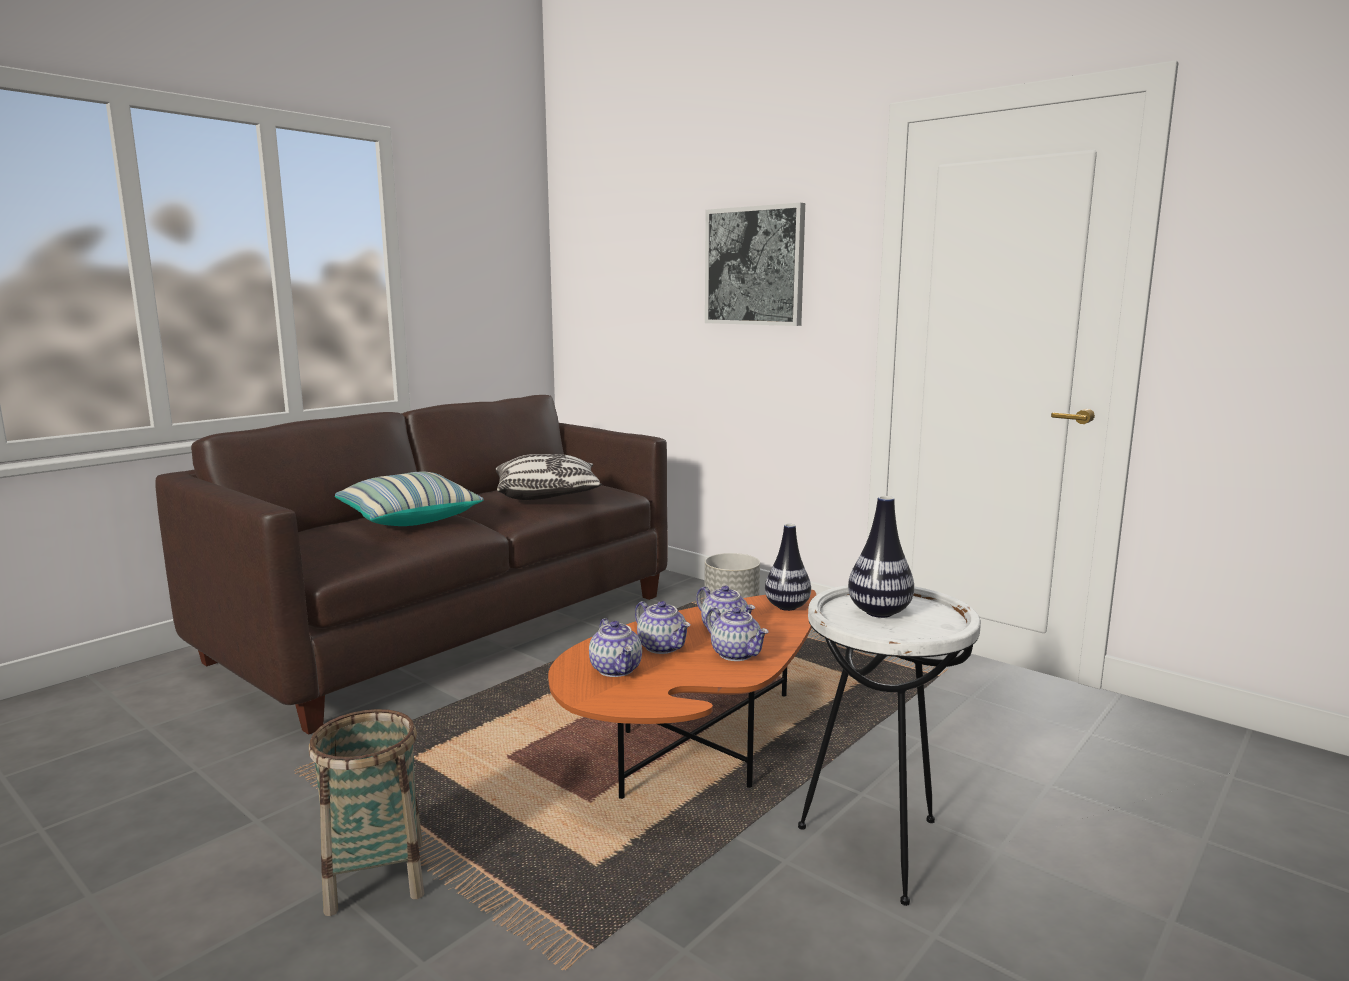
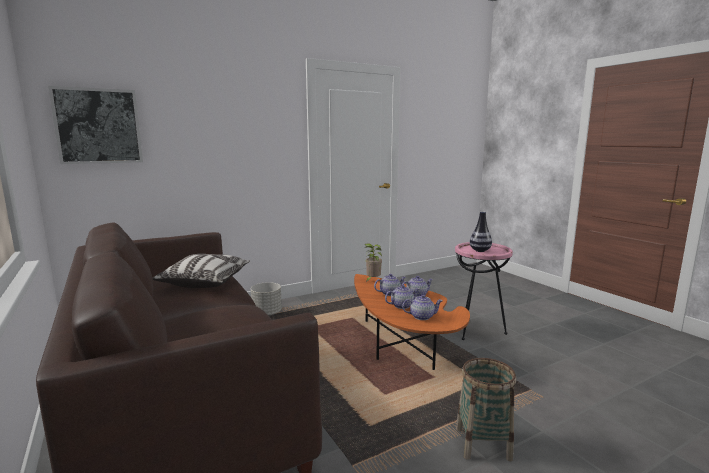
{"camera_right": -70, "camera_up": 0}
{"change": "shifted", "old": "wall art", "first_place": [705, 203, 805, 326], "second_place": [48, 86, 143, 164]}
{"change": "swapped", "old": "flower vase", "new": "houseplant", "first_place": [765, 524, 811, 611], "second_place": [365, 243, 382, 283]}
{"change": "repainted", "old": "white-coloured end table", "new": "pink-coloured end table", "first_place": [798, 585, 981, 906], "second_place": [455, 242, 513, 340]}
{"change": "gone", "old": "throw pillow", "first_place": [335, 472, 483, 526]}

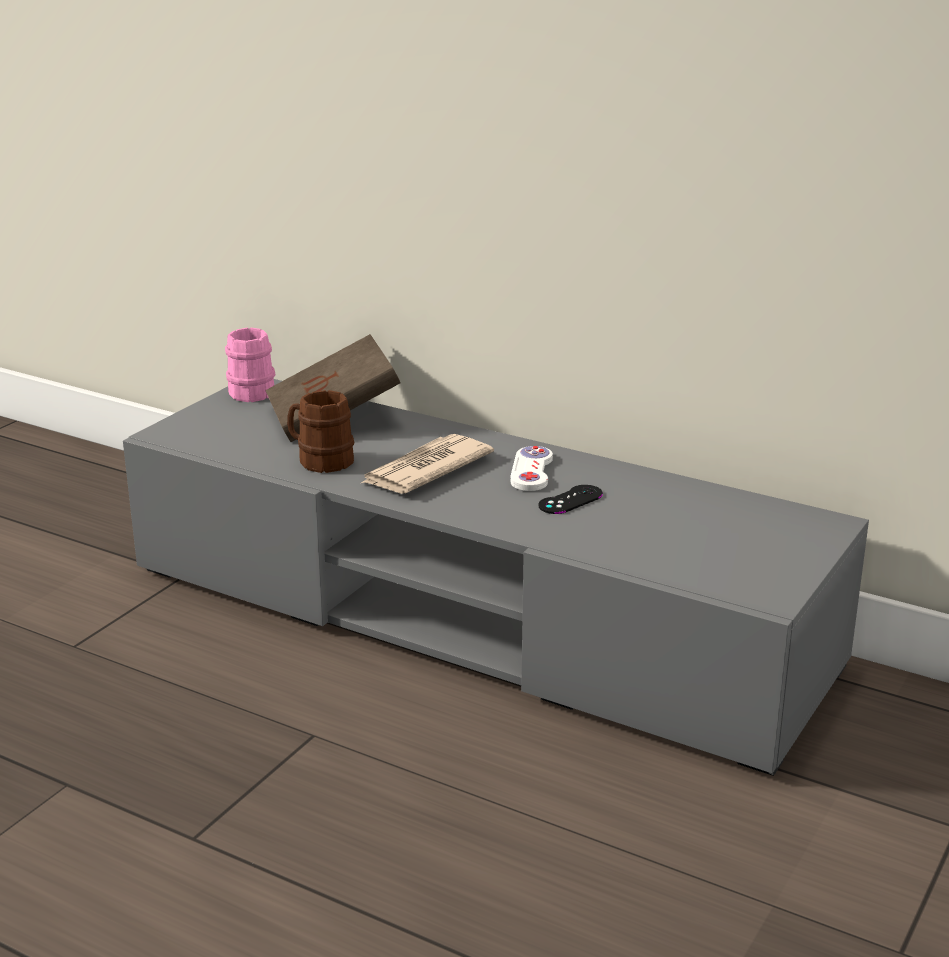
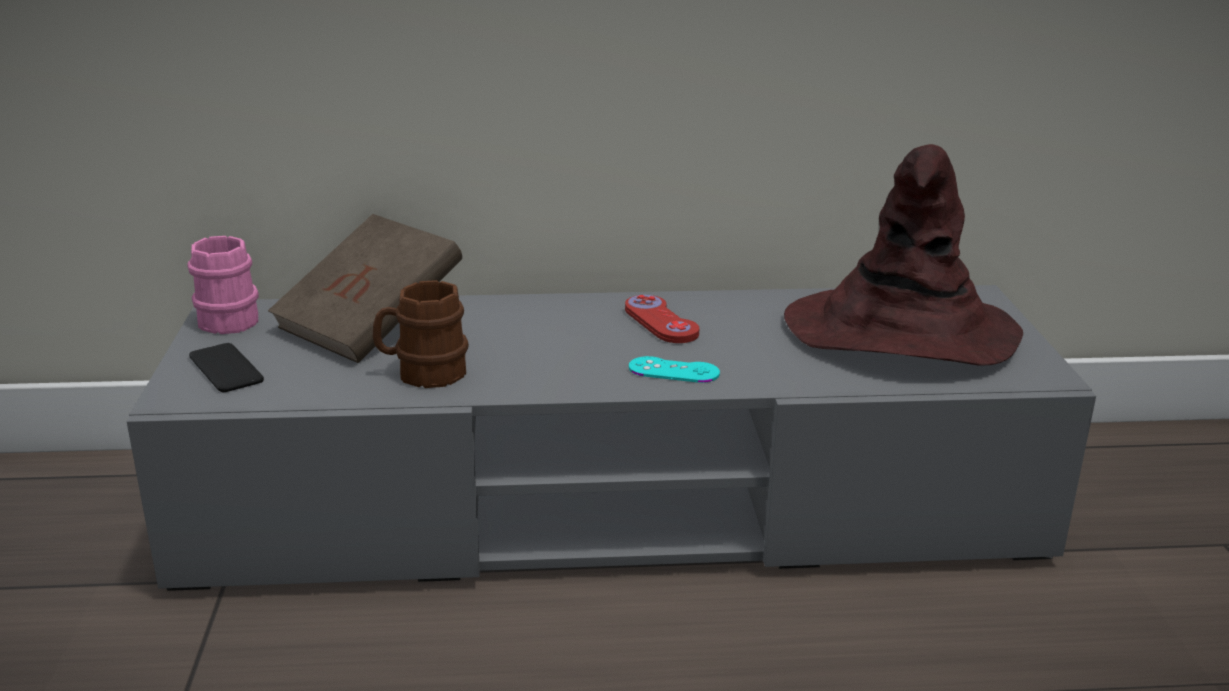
{"camera_right": -35, "camera_up": 0}
{"change": "new", "new": "telephone", "second_place": [189, 343, 264, 392]}
{"change": "repainted", "old": "white-coloured game controller", "new": "red-coloured game controller", "first_place": [510, 446, 553, 491], "second_place": [625, 295, 699, 343]}
{"change": "new", "new": "turquoise-coloured game controller", "second_place": [629, 356, 720, 383]}
{"change": "new", "new": "brown clothing hat", "second_place": [784, 144, 1023, 366]}
{"change": "gone", "old": "newspaper", "first_place": [361, 434, 494, 494]}
{"change": "gone", "old": "blackish game controller", "first_place": [538, 485, 603, 514]}

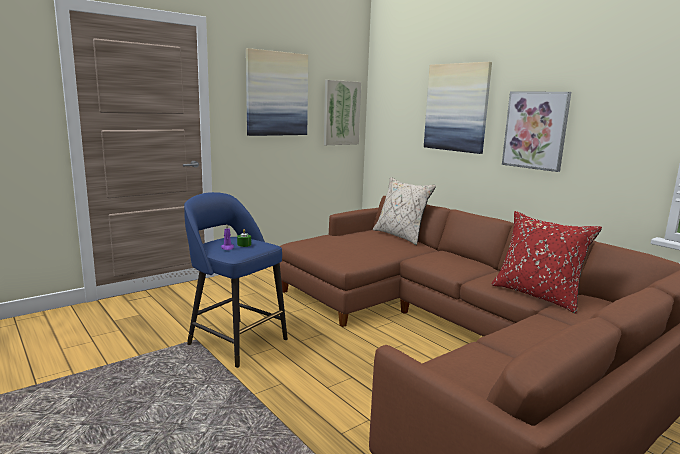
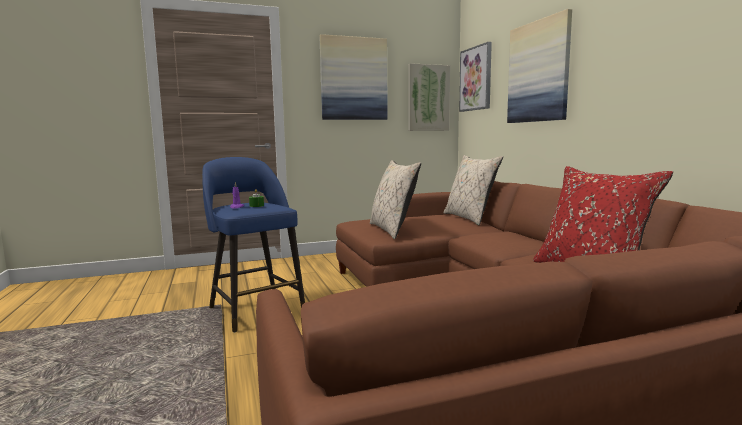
{"camera_right": 20, "camera_up": -5}
{"change": "new", "new": "beige throw pillow", "second_place": [370, 160, 421, 239]}
{"change": "shifted", "old": "wall art", "first_place": [502, 92, 571, 172], "second_place": [459, 42, 492, 112]}

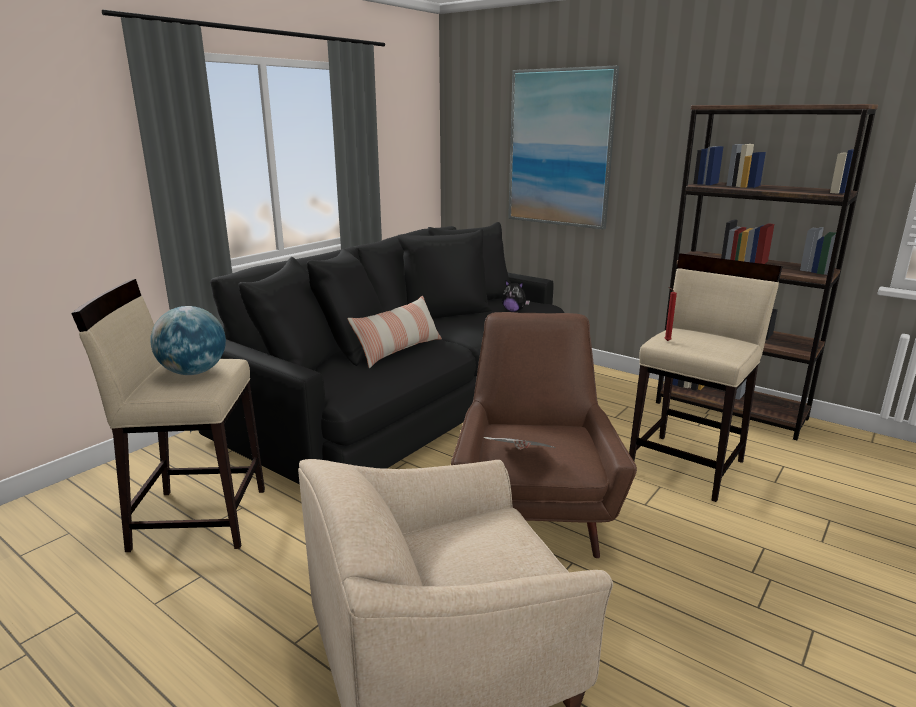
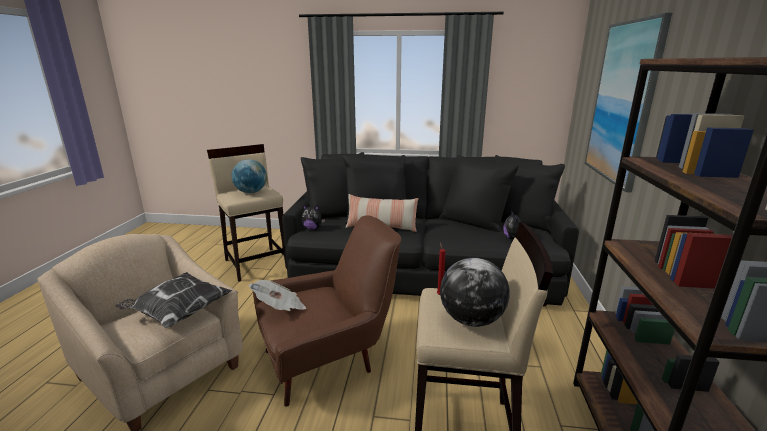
{"camera_right": 60, "camera_up": 0}
{"change": "new", "new": "throw pillow", "second_place": [115, 272, 233, 328]}
{"change": "new", "new": "soft toy", "second_place": [301, 205, 325, 230]}
{"change": "new", "new": "globe", "second_place": [440, 258, 510, 327]}

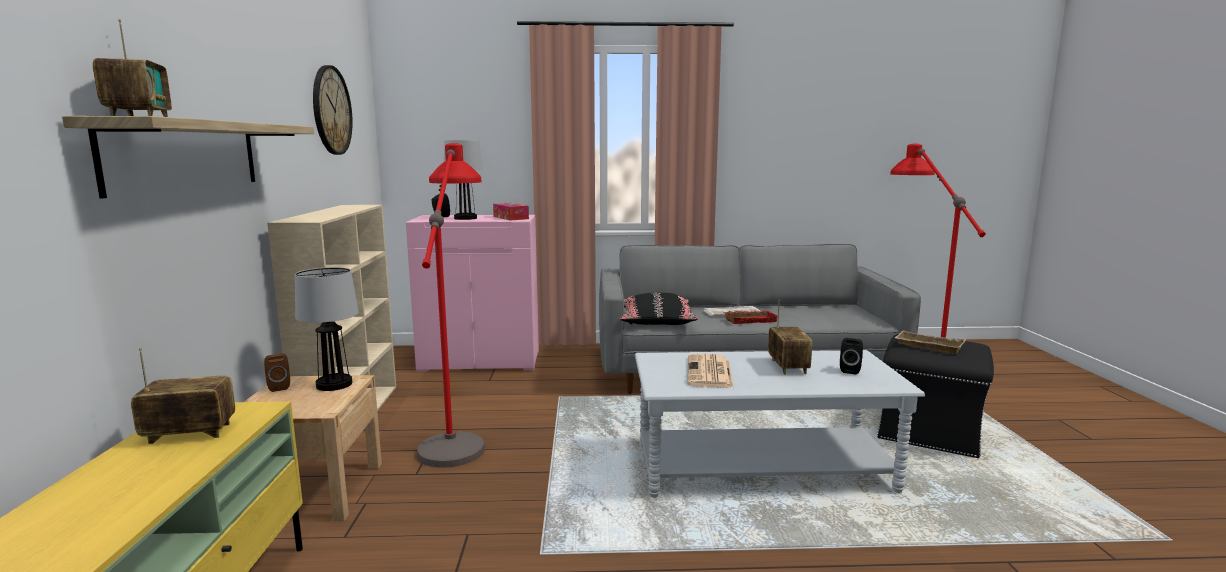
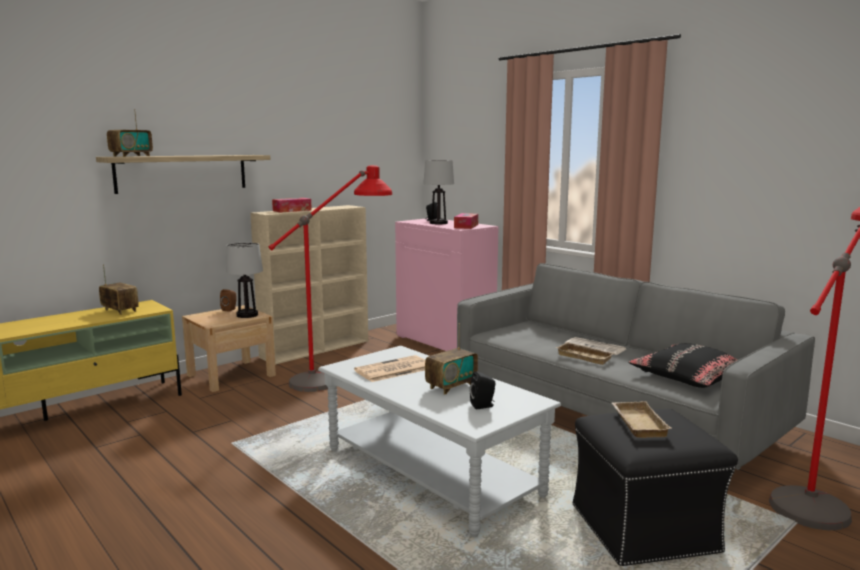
{"camera_right": 50, "camera_up": 0}
{"change": "new", "new": "tissue holder", "second_place": [272, 198, 312, 212]}
{"change": "repainted", "old": "red-coloured tray", "new": "beige tray", "first_place": [723, 311, 778, 324], "second_place": [556, 342, 615, 365]}
{"change": "shifted", "old": "blackish throw pillow", "first_place": [620, 293, 698, 325], "second_place": [629, 343, 738, 388]}
{"change": "gone", "old": "hanging clock", "first_place": [313, 65, 353, 155]}

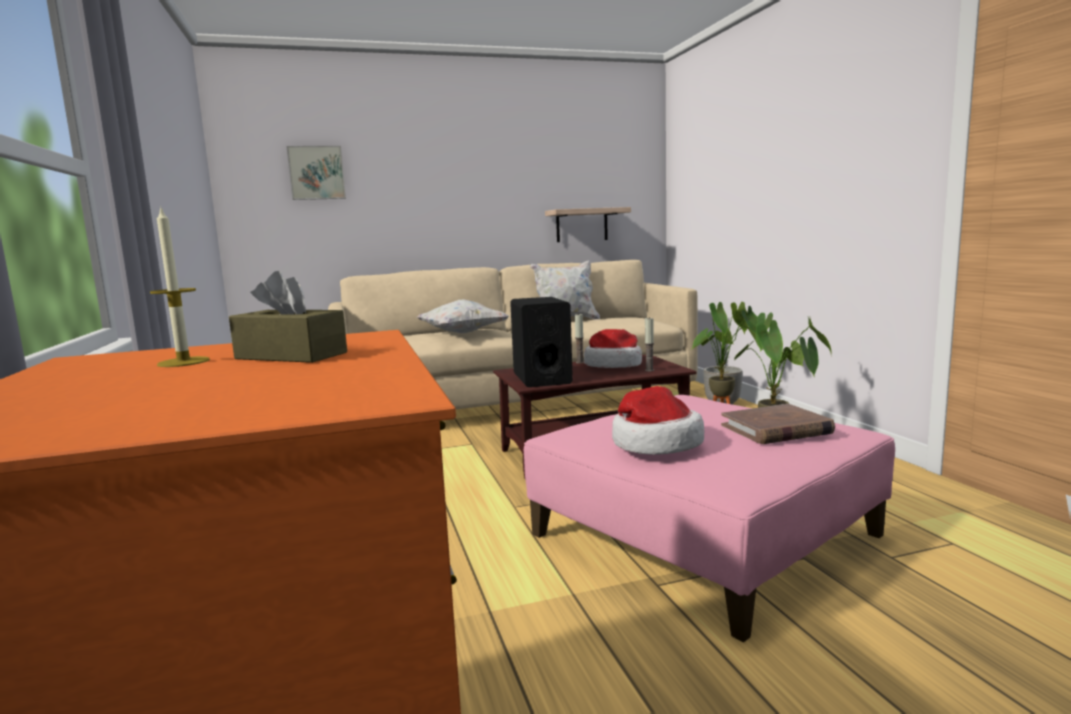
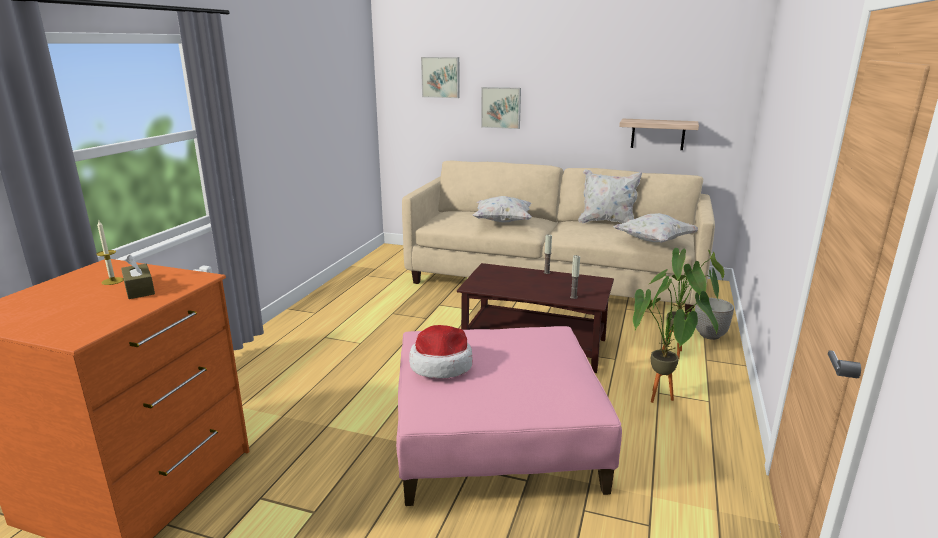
{"camera_right": 35, "camera_up": 10}
{"change": "new", "new": "wall art", "second_place": [481, 87, 521, 129]}
{"change": "new", "new": "white-coloured throw pillow", "second_place": [613, 213, 698, 243]}
{"change": "gone", "old": "blackish loudspeaker", "first_place": [510, 297, 573, 387]}
{"change": "gone", "old": "clothing hat", "first_place": [584, 329, 642, 368]}
{"change": "gone", "old": "brown bound book", "first_place": [721, 404, 835, 444]}

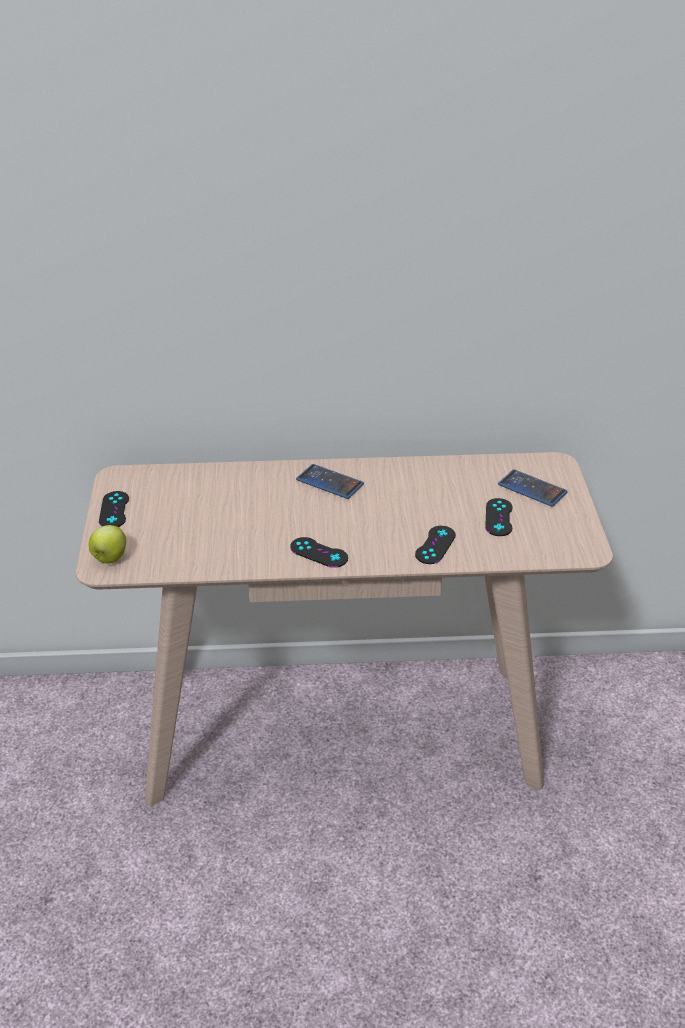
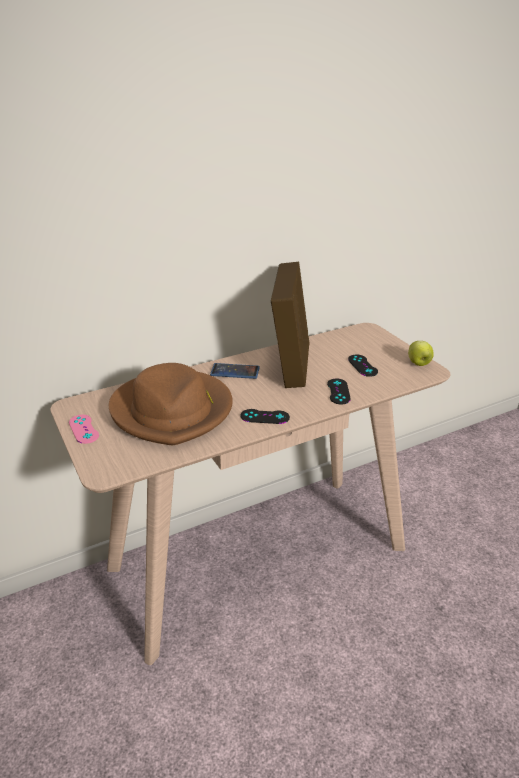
{"camera_right": -25, "camera_up": -5}
{"change": "repainted", "old": "blackish game controller", "new": "pink-coloured game controller", "first_place": [99, 491, 129, 527], "second_place": [69, 415, 99, 444]}
{"change": "new", "new": "brown clothing hat", "second_place": [109, 363, 233, 445]}
{"change": "new", "new": "picture frame", "second_place": [271, 261, 309, 388]}
{"change": "shifted", "old": "whole apple", "first_place": [89, 525, 126, 564], "second_place": [408, 341, 434, 366]}
{"change": "gone", "old": "telephone", "first_place": [498, 469, 567, 507]}

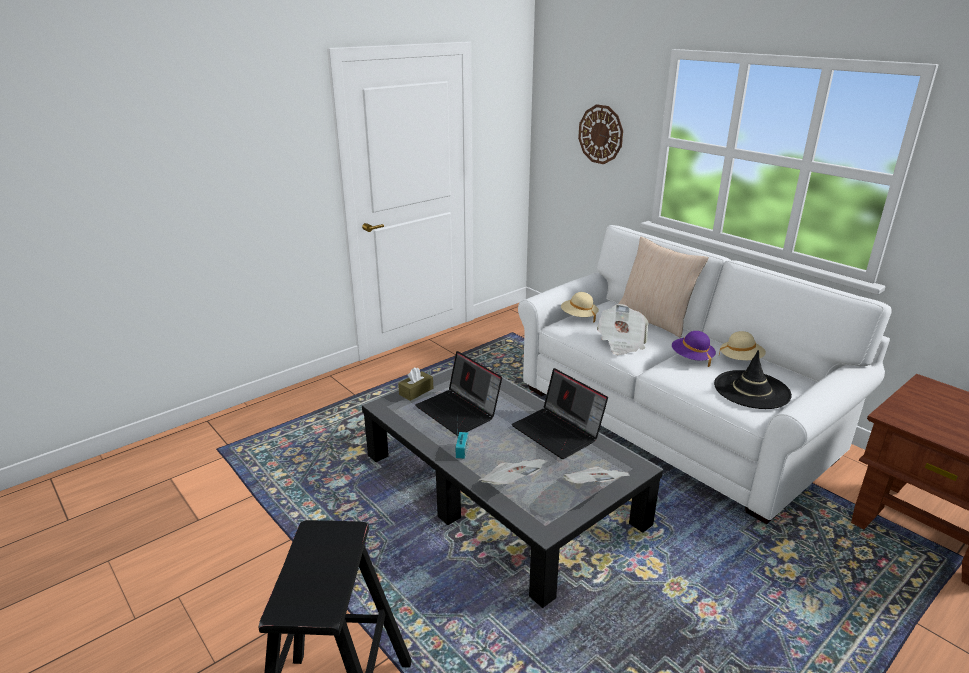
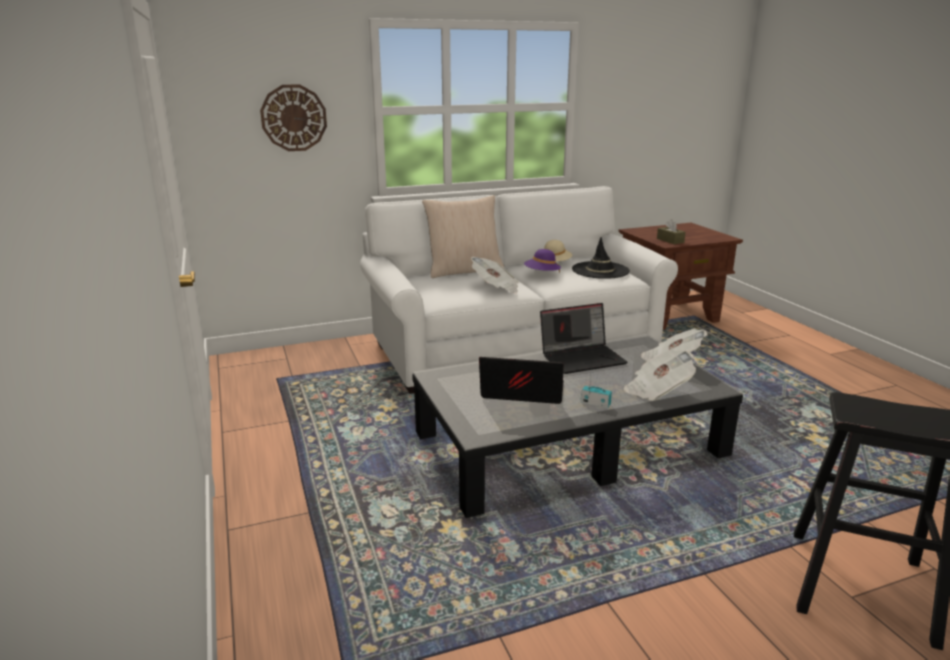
{"camera_right": -70, "camera_up": -5}
{"change": "rotated", "old": "notebook computer", "first_place": [416, 351, 502, 435], "second_place": [479, 357, 564, 404], "degrees": -150}
{"change": "shifted", "old": "brown tissue holder", "first_place": [398, 367, 433, 401], "second_place": [657, 219, 686, 244]}
{"change": "gone", "old": "beige clothing hat", "first_place": [561, 292, 599, 323]}

